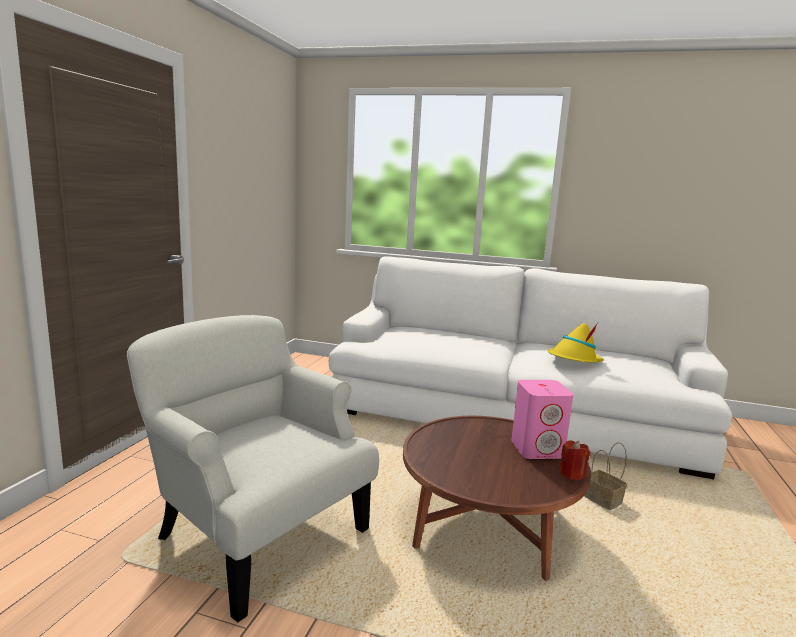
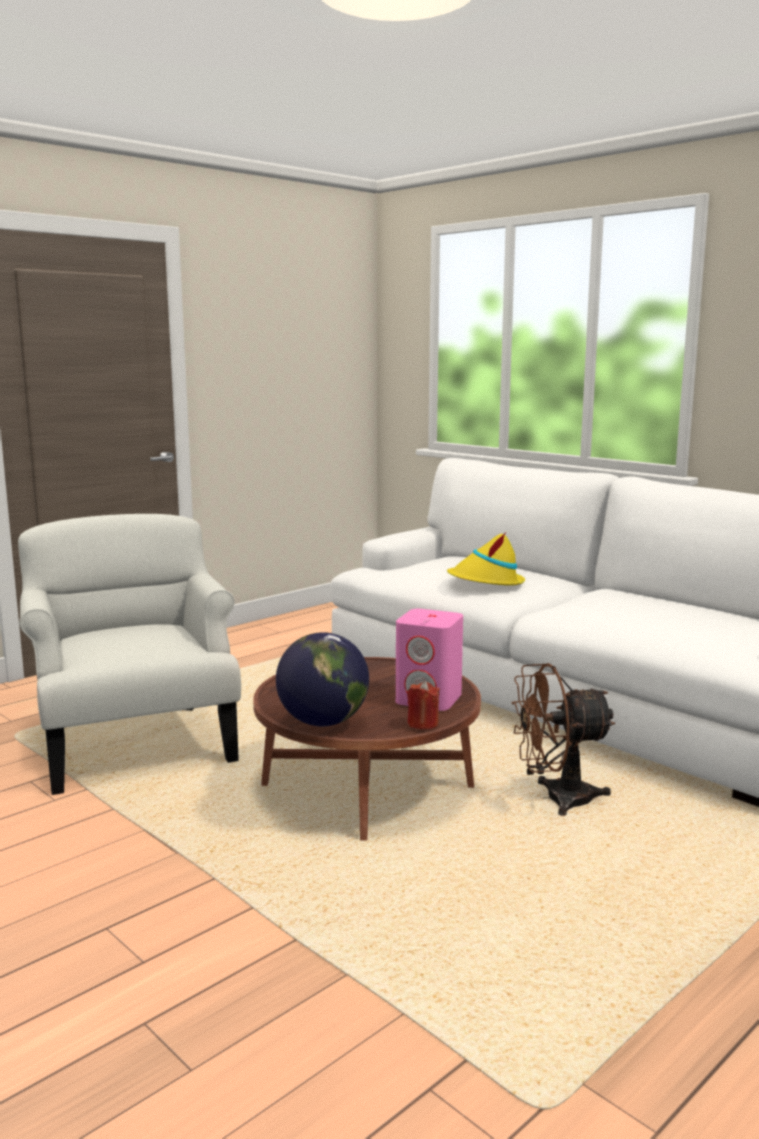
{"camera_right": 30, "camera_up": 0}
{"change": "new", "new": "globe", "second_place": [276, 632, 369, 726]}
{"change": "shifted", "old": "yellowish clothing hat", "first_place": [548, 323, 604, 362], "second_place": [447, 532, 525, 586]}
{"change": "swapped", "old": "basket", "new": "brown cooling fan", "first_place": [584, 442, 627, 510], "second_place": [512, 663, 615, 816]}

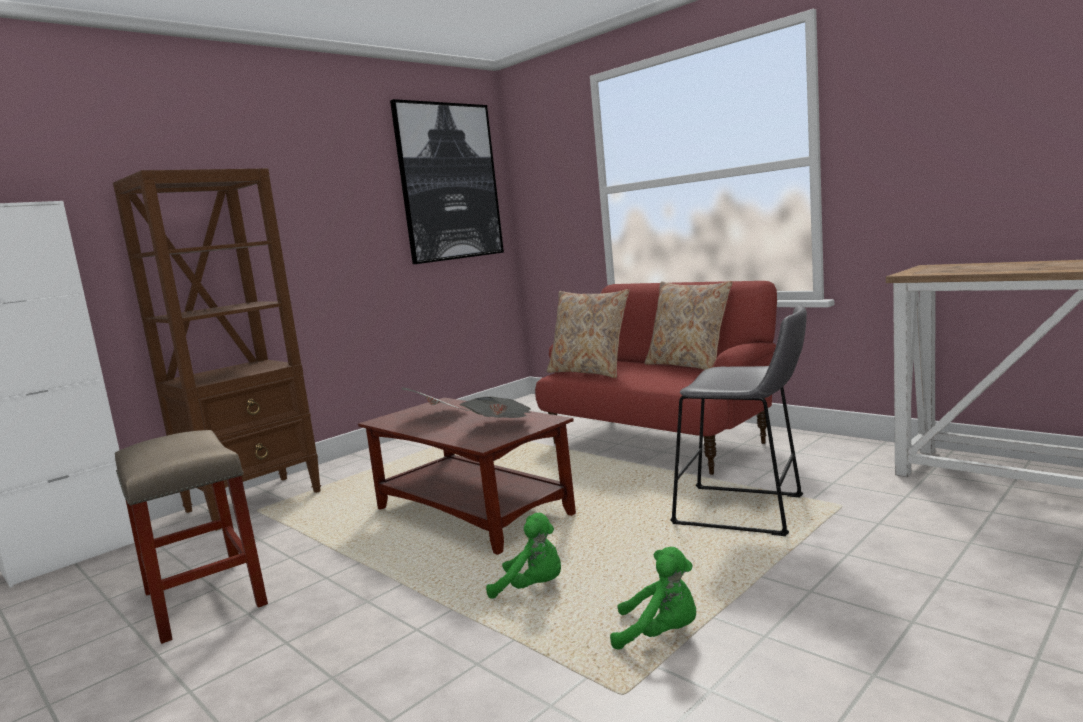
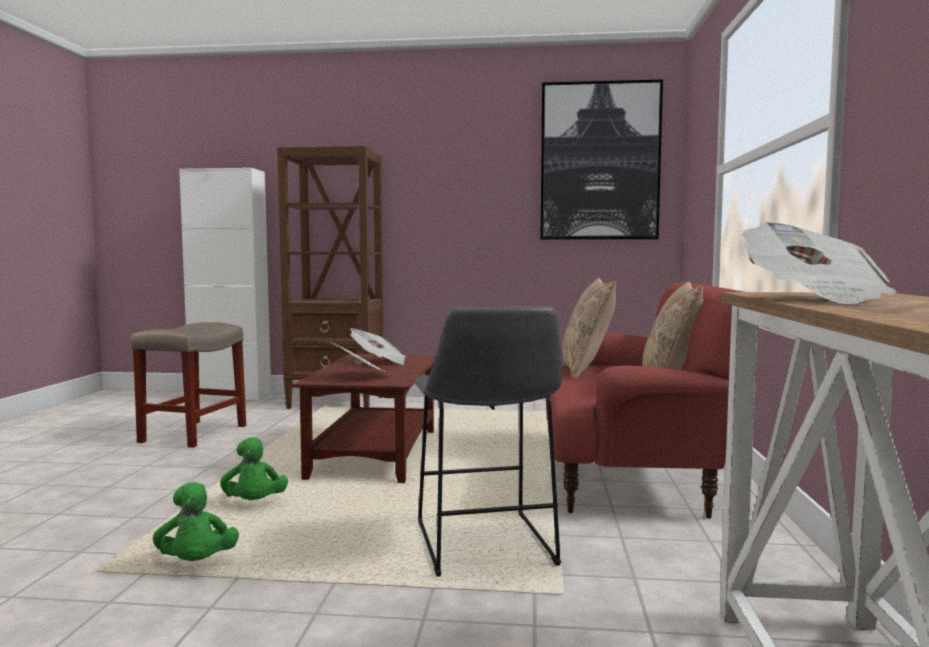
{"camera_right": 50, "camera_up": -5}
{"change": "new", "new": "newspaper", "second_place": [742, 222, 896, 304]}

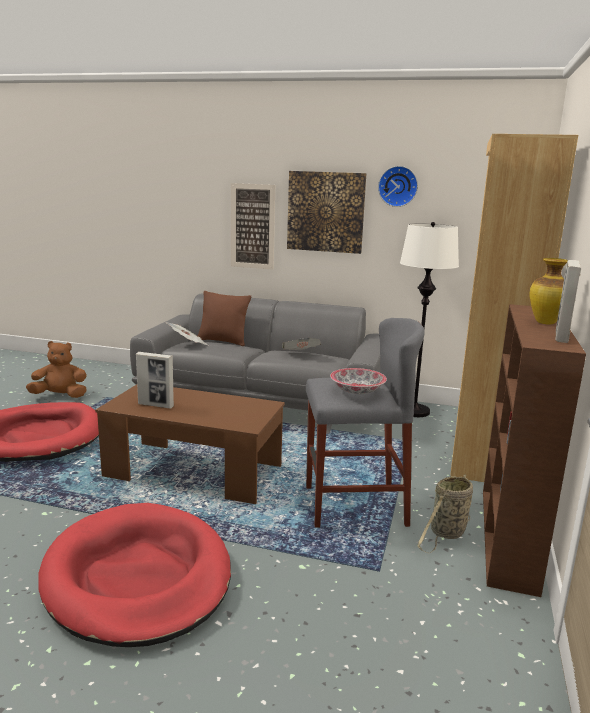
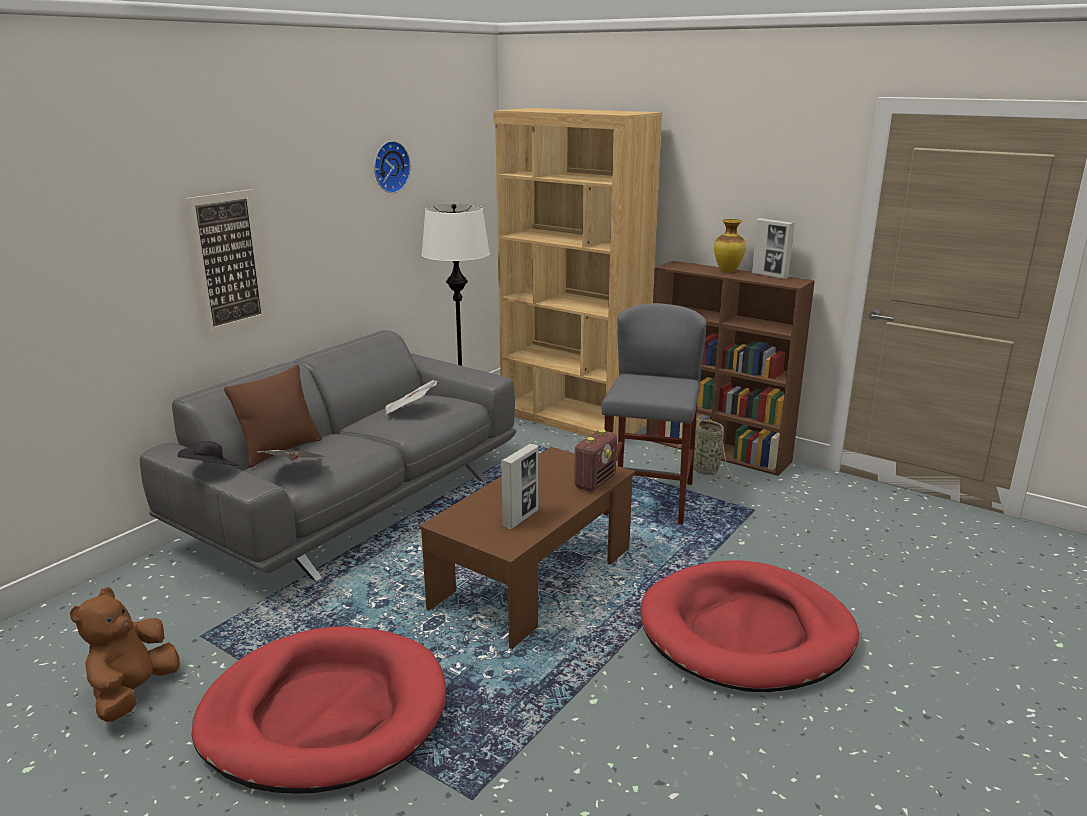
{"camera_right": -70, "camera_up": 5}
{"change": "new", "new": "blackish clothing hat", "second_place": [178, 441, 239, 466]}
{"change": "new", "new": "radio set", "second_place": [574, 429, 617, 492]}
{"change": "gone", "old": "wall art", "first_place": [287, 171, 367, 254]}
{"change": "gone", "old": "bowl", "first_place": [330, 368, 387, 394]}

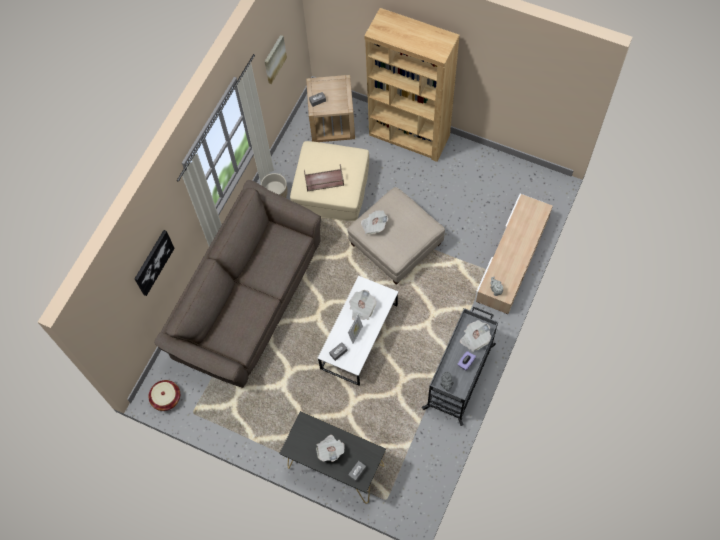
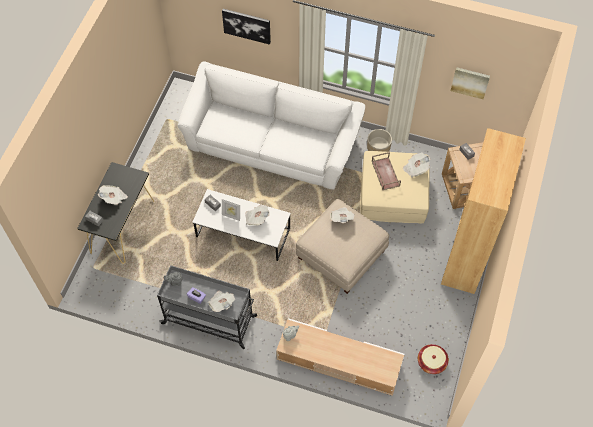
{"camera_right": 80, "camera_up": -5}
{"change": "repainted", "old": "brown settee", "new": "white-coloured settee", "first_place": [154, 180, 321, 388], "second_place": [178, 62, 365, 190]}
{"change": "new", "new": "newspaper", "second_place": [403, 153, 431, 178]}
{"change": "shifted", "old": "basket", "first_place": [148, 380, 180, 411], "second_place": [418, 344, 449, 374]}

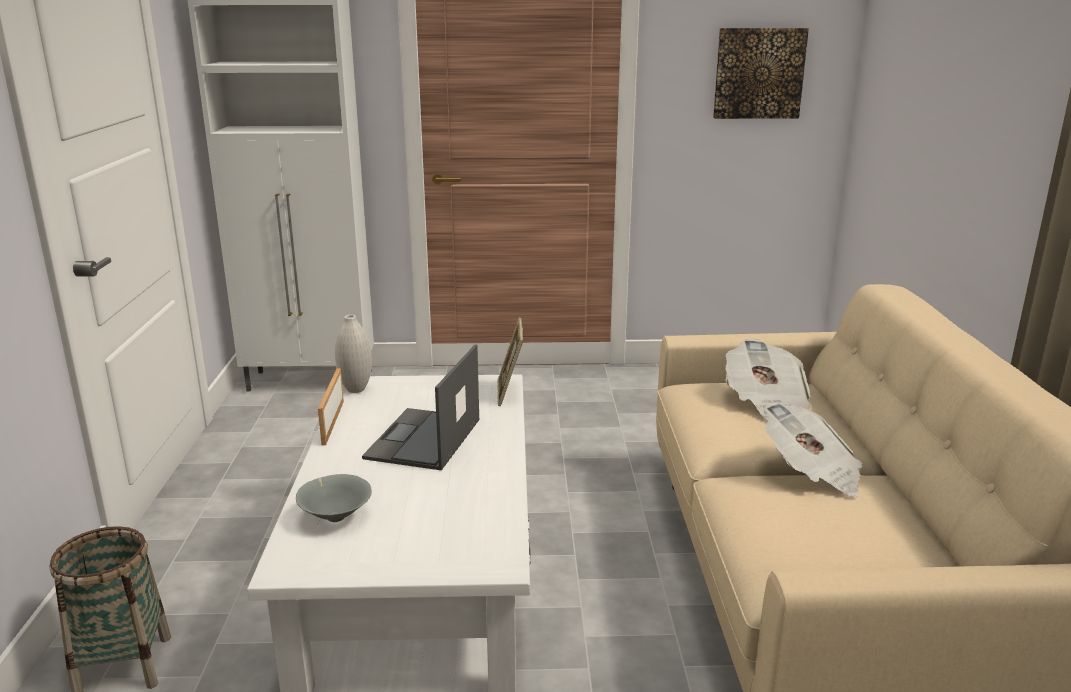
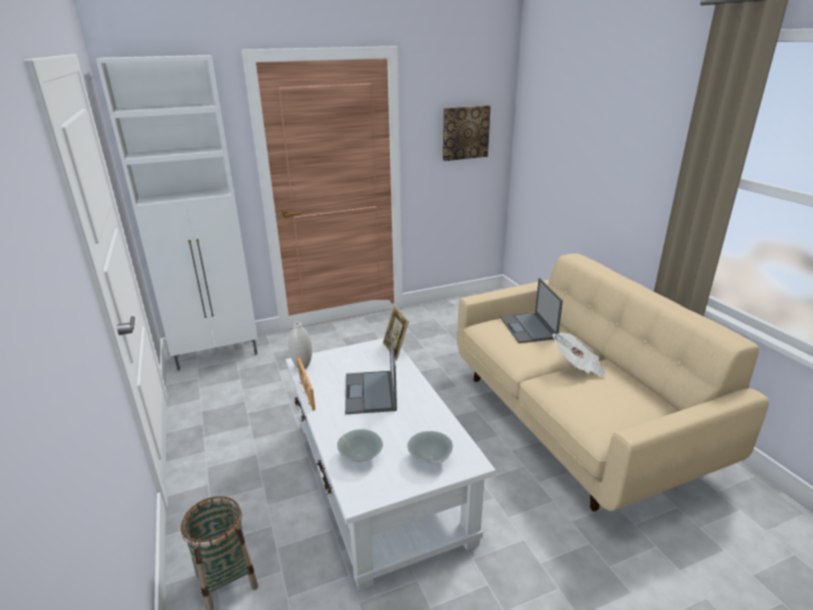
{"camera_right": -20, "camera_up": 5}
{"change": "new", "new": "grey bowl", "second_place": [408, 431, 453, 463]}
{"change": "swapped", "old": "newspaper", "new": "notebook computer", "first_place": [726, 339, 812, 421], "second_place": [500, 278, 563, 343]}

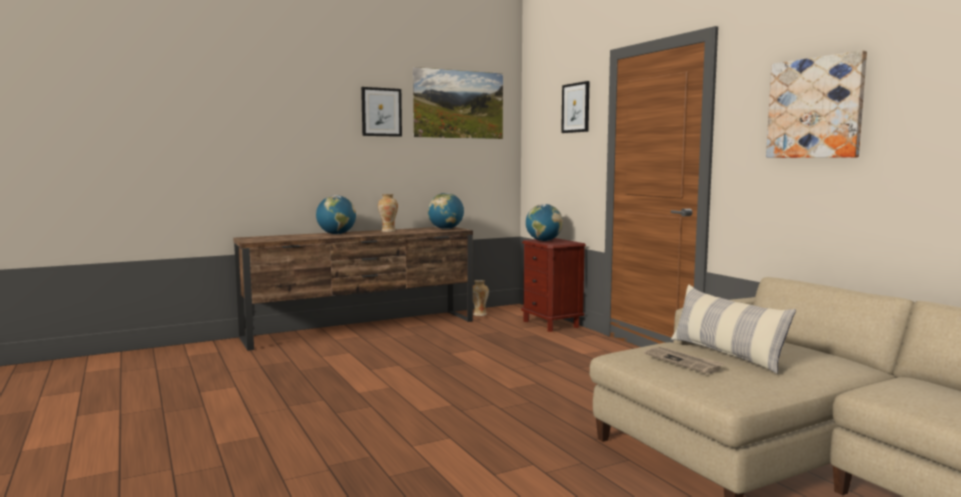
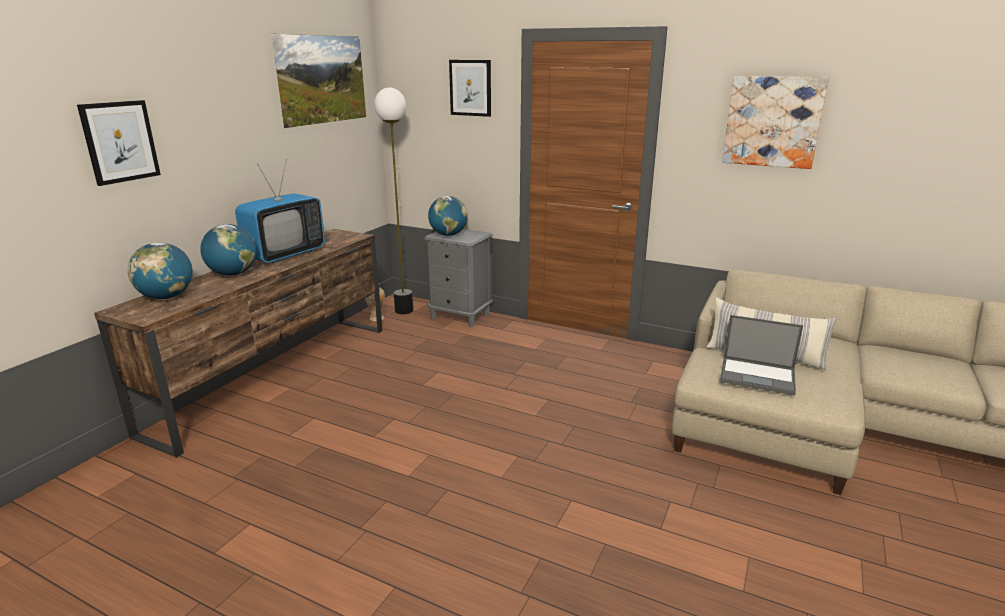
{"camera_right": -35, "camera_up": 15}
{"change": "shifted", "old": "wall art", "first_place": [361, 87, 402, 137], "second_place": [77, 100, 161, 186]}
{"change": "shifted", "old": "globe", "first_place": [428, 193, 464, 229], "second_place": [128, 242, 193, 299]}
{"change": "swapped", "old": "flower vase", "new": "TV set", "first_place": [378, 194, 398, 232], "second_place": [235, 159, 325, 263]}
{"change": "new", "new": "standing lamp", "second_place": [374, 87, 413, 314]}
{"change": "repainted", "old": "brown nightstand", "new": "grey nightstand", "first_place": [521, 238, 586, 332], "second_place": [424, 229, 493, 327]}
{"change": "swapped", "old": "newspaper", "new": "notebook computer", "first_place": [644, 347, 724, 374], "second_place": [719, 315, 803, 395]}

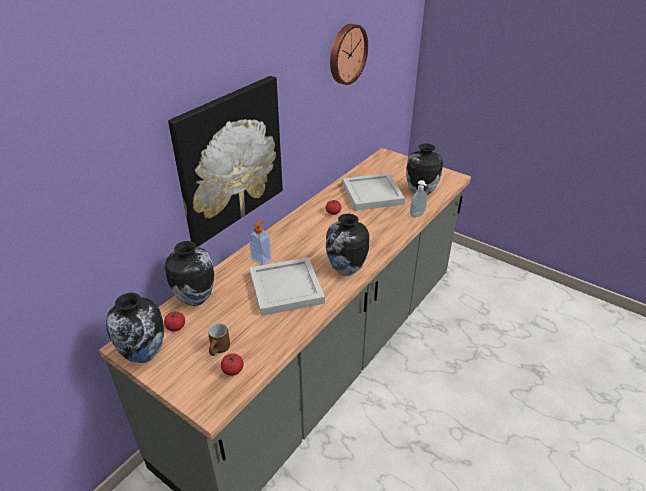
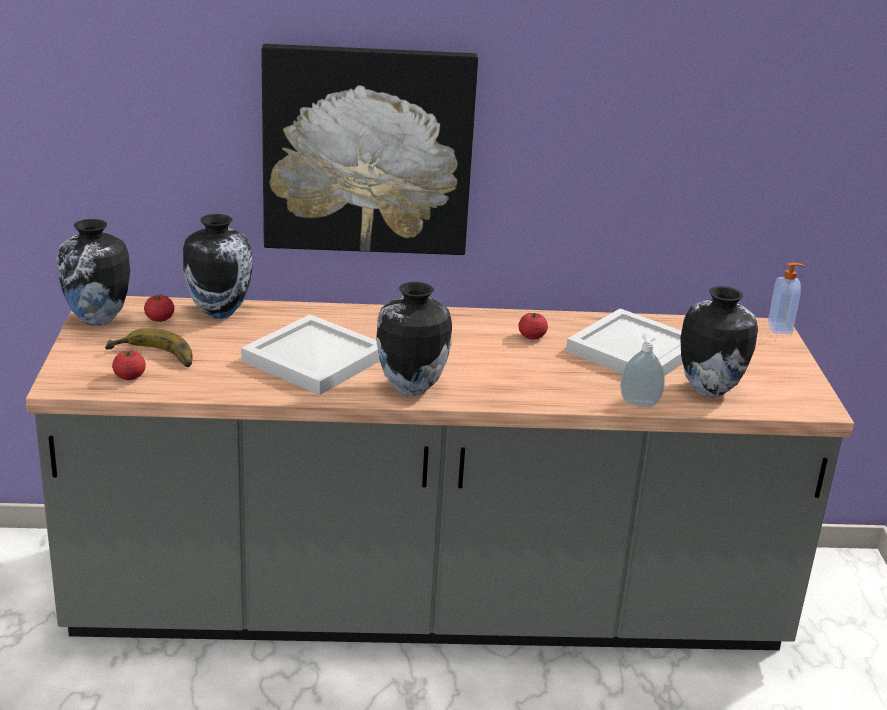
{"camera_right": 50, "camera_up": -10}
{"change": "swapped", "old": "brown mug", "new": "banana", "first_place": [208, 323, 230, 356], "second_place": [105, 328, 193, 367]}
{"change": "shifted", "old": "soap dispenser", "first_place": [249, 221, 271, 265], "second_place": [768, 262, 805, 334]}
{"change": "gone", "old": "hanging clock", "first_place": [330, 24, 368, 85]}

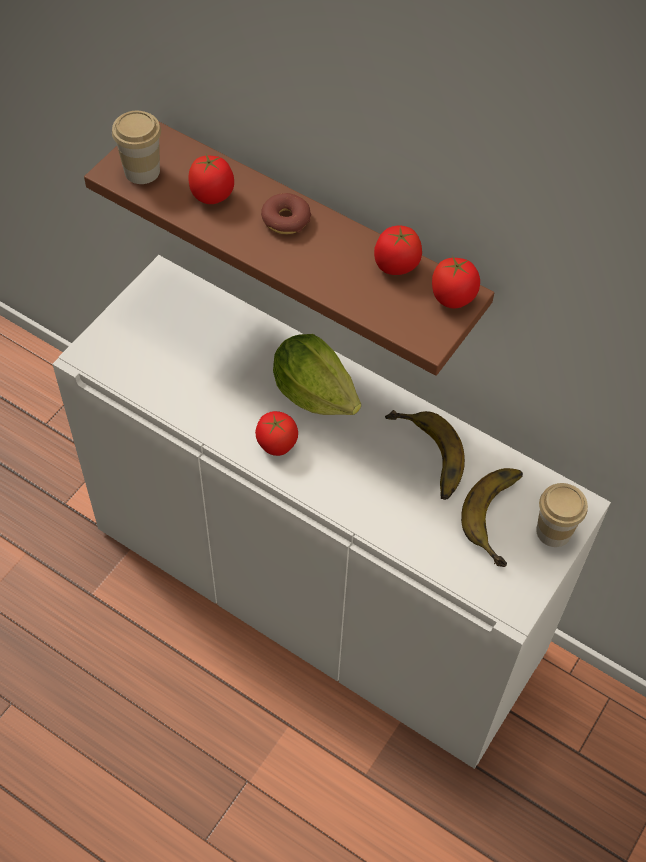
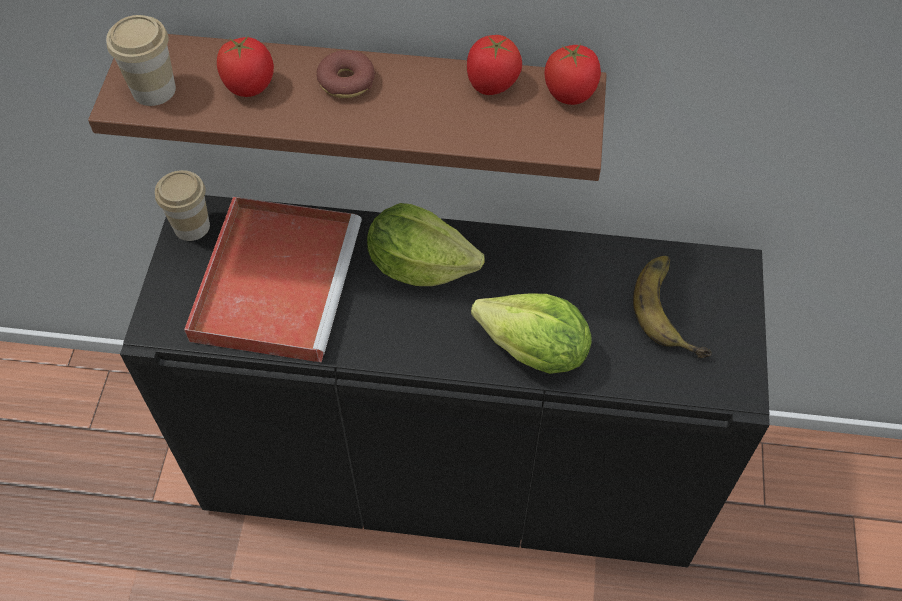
{"camera_right": -25, "camera_up": 0}
{"change": "repainted", "old": "white-coloured storage cabinet", "new": "blackish storage cabinet", "first_place": [52, 255, 611, 769], "second_place": [120, 195, 770, 567]}
{"change": "shifted", "old": "cup", "first_place": [536, 483, 588, 547], "second_place": [155, 170, 210, 241]}
{"change": "new", "new": "red-coloured tray", "second_place": [184, 197, 362, 362]}
{"change": "new", "new": "lettuce", "second_place": [471, 294, 592, 374]}
{"change": "gone", "old": "tomato", "first_place": [255, 411, 298, 456]}
{"change": "gone", "old": "banana", "first_place": [385, 410, 465, 500]}

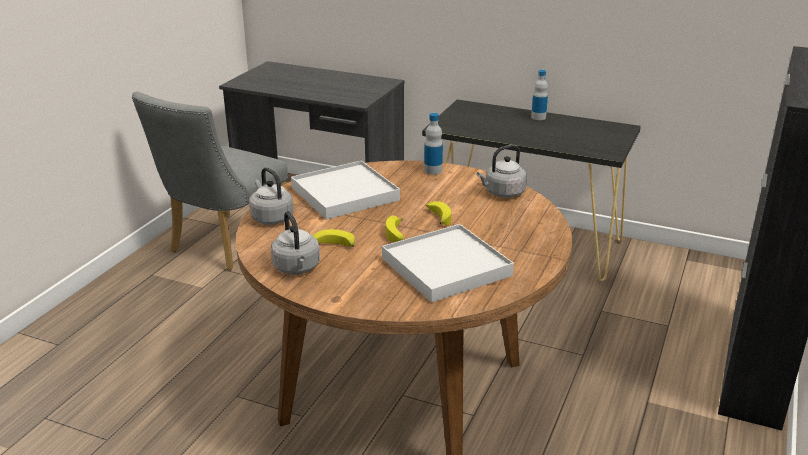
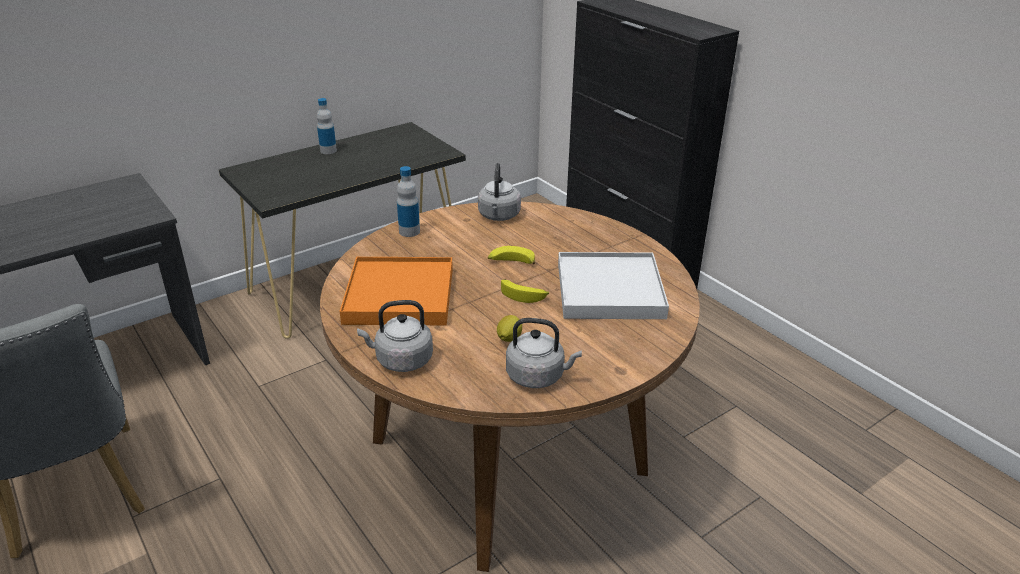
{"camera_right": -60, "camera_up": 5}
{"change": "repainted", "old": "white-coloured tray", "new": "orangey tray", "first_place": [291, 160, 400, 220], "second_place": [340, 257, 453, 325]}
{"change": "swapped", "old": "banana", "new": "whole lemon", "first_place": [313, 229, 355, 247], "second_place": [497, 315, 522, 342]}

